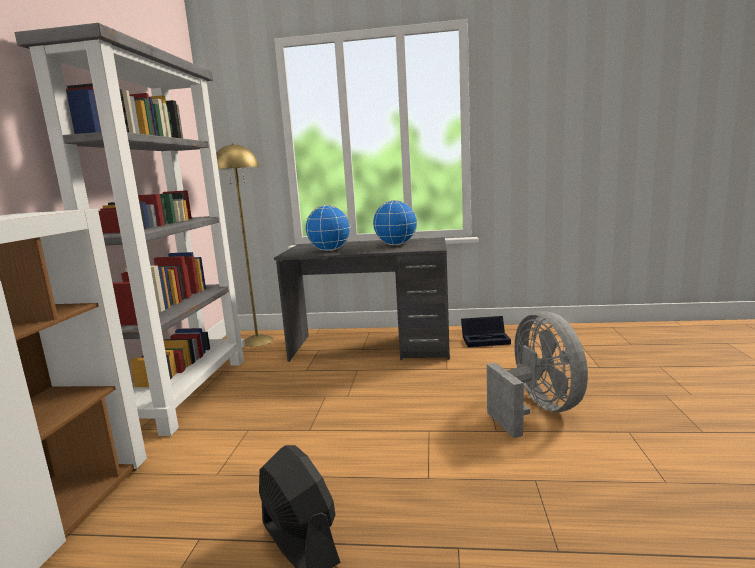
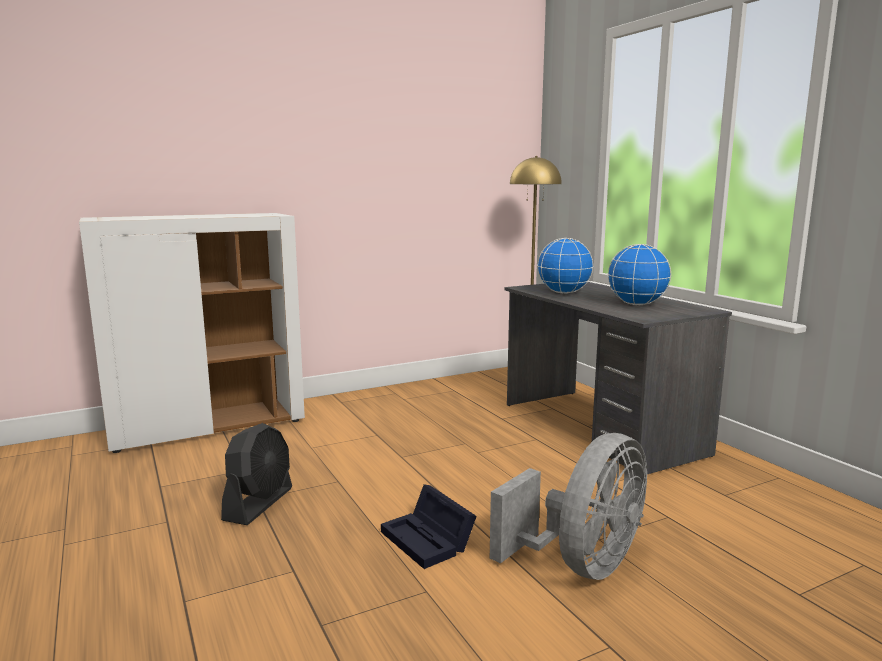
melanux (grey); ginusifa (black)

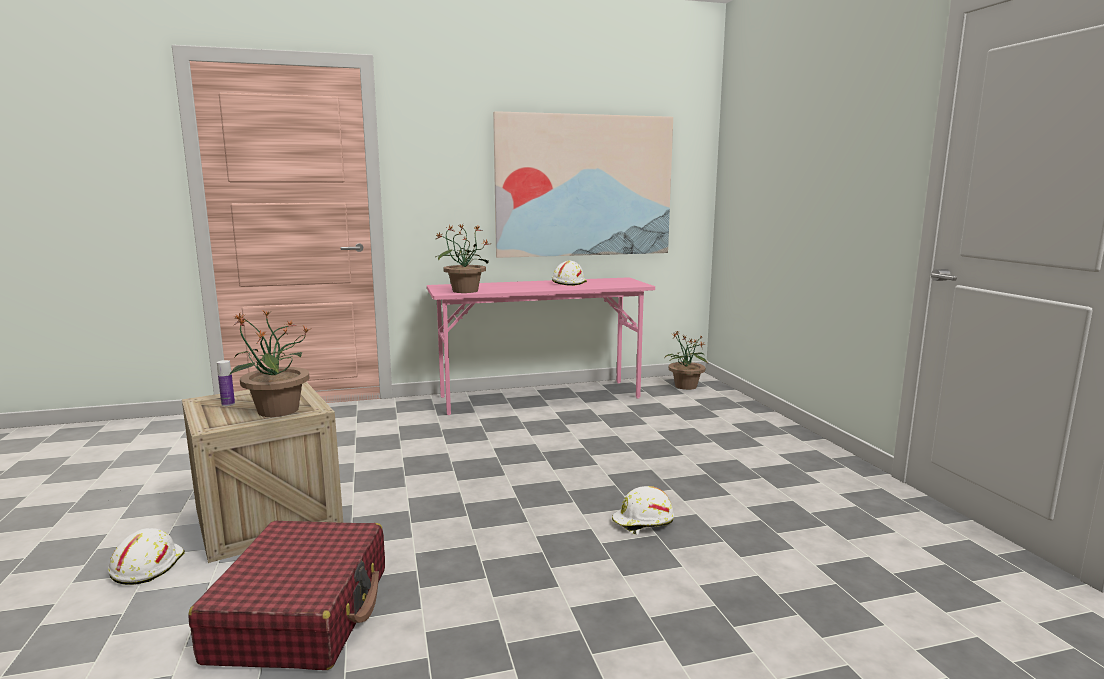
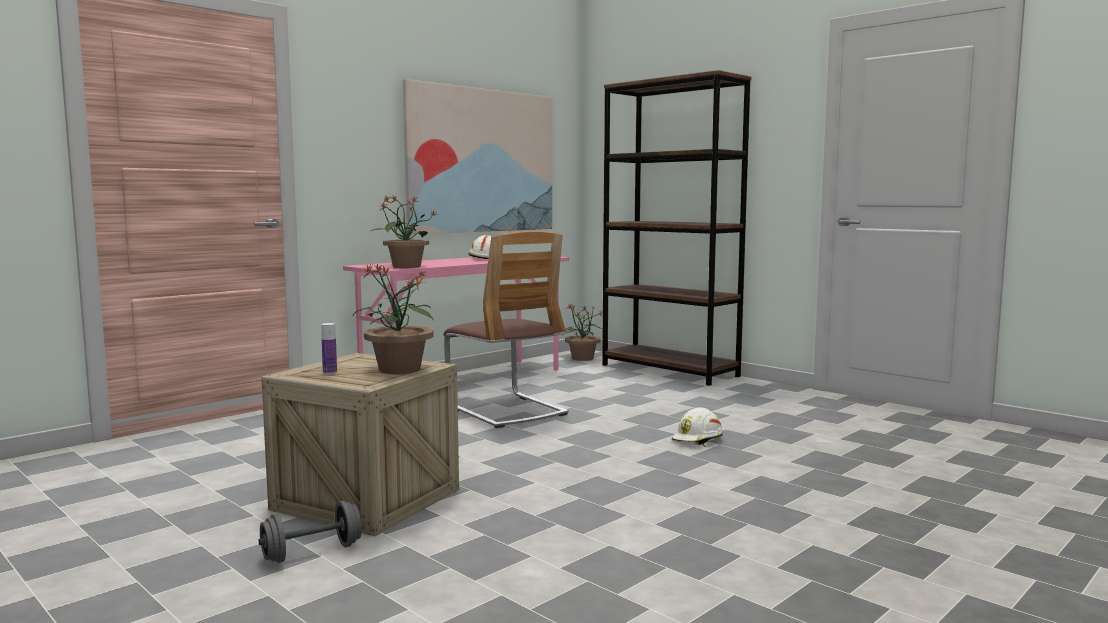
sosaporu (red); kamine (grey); melanux (brown); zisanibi

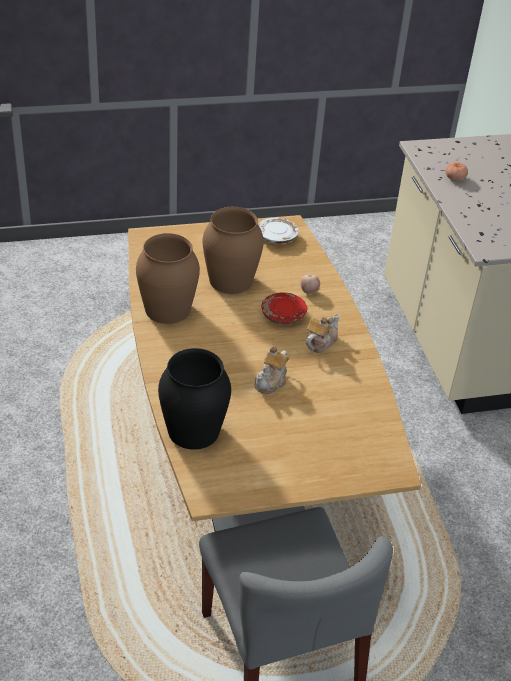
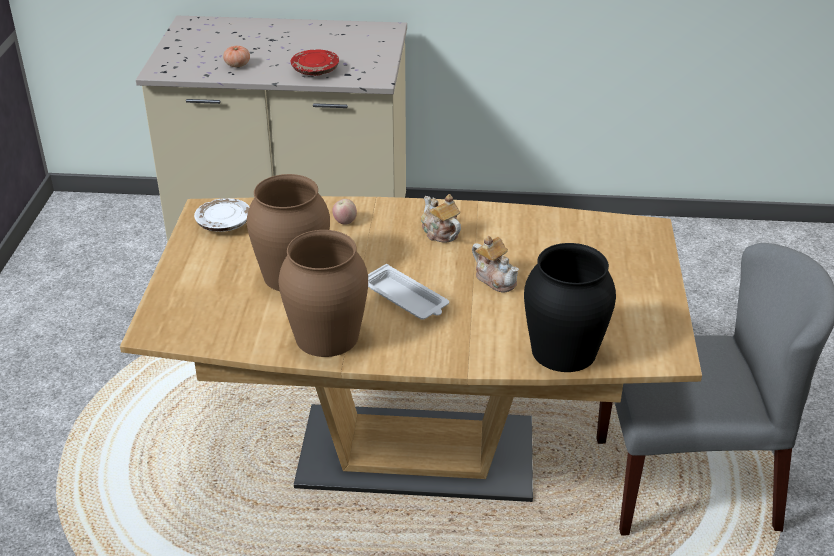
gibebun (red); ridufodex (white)

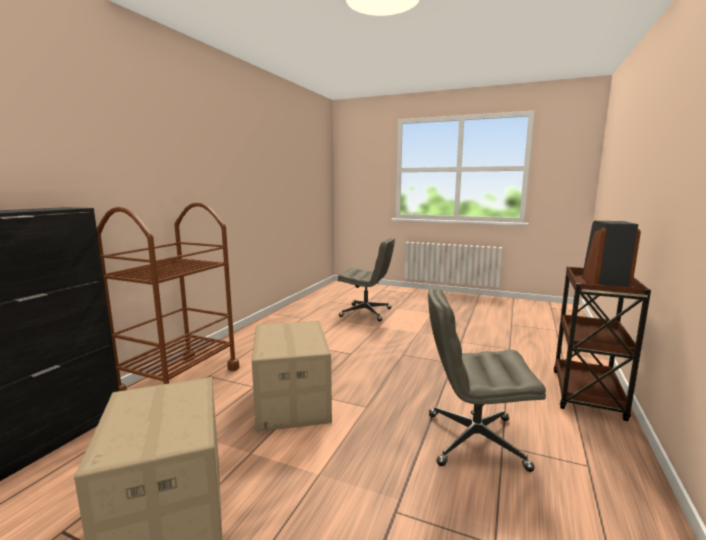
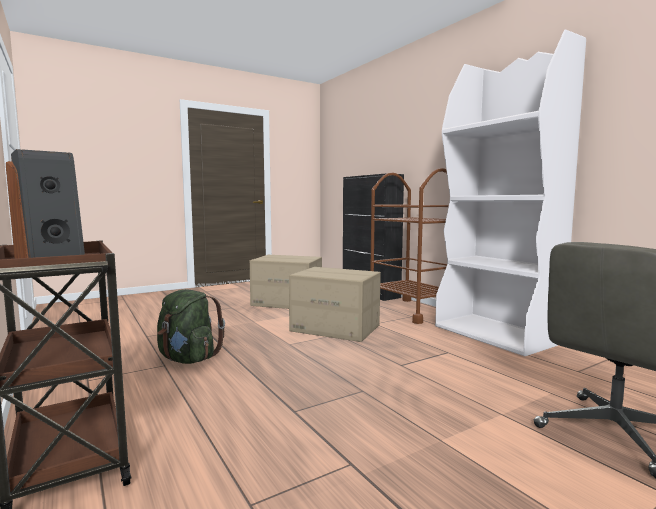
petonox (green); melanux (white)

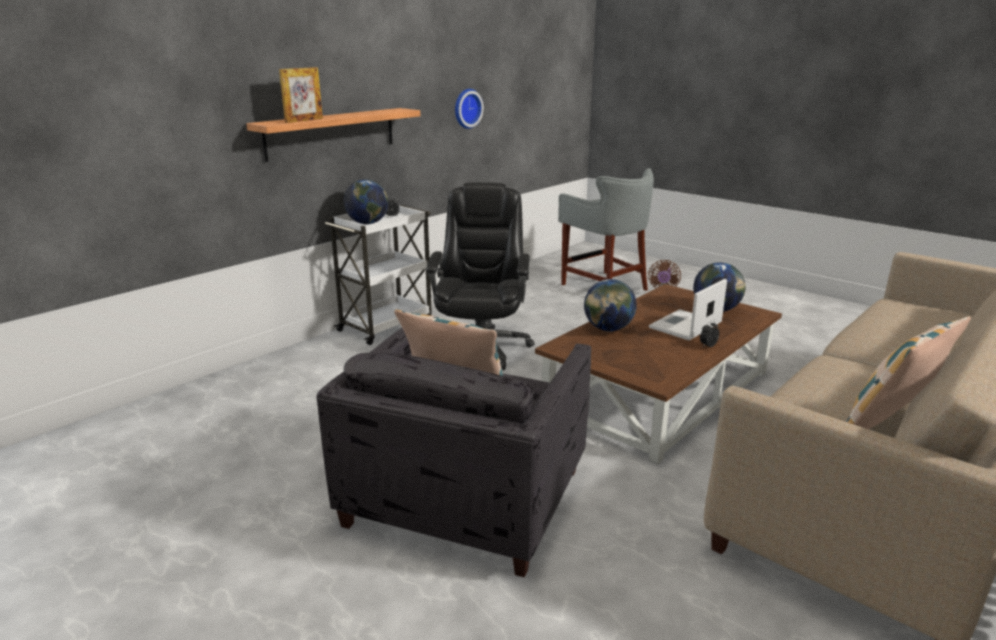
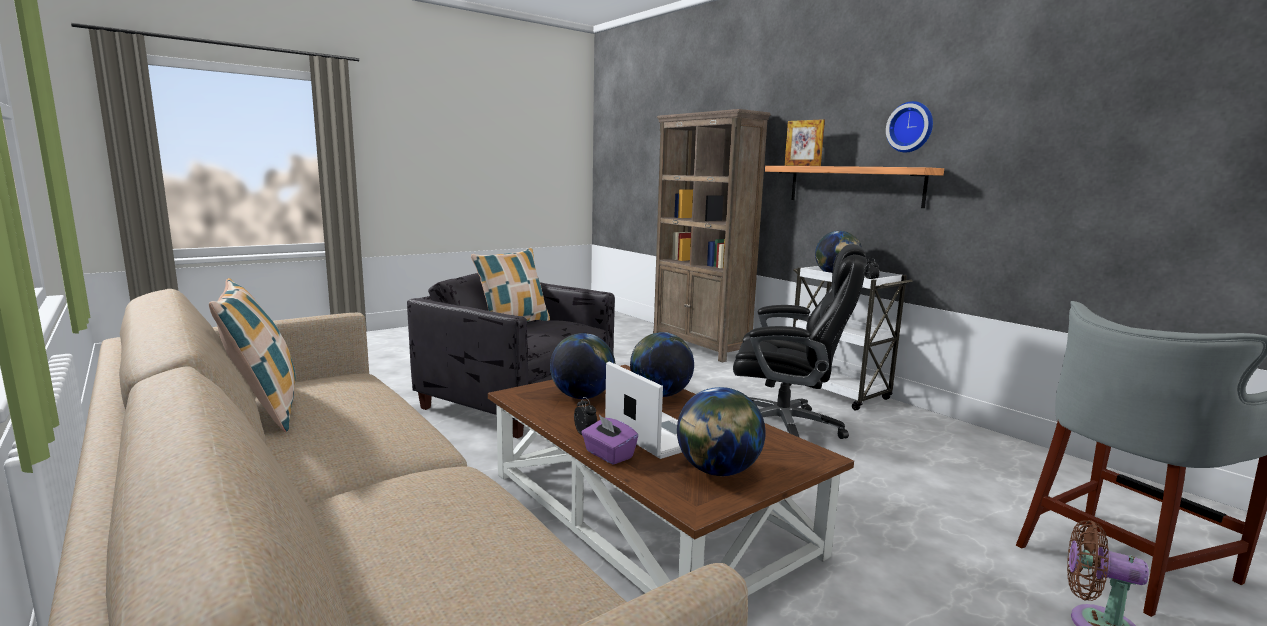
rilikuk; melanux (brown); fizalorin (1st from left); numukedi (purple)

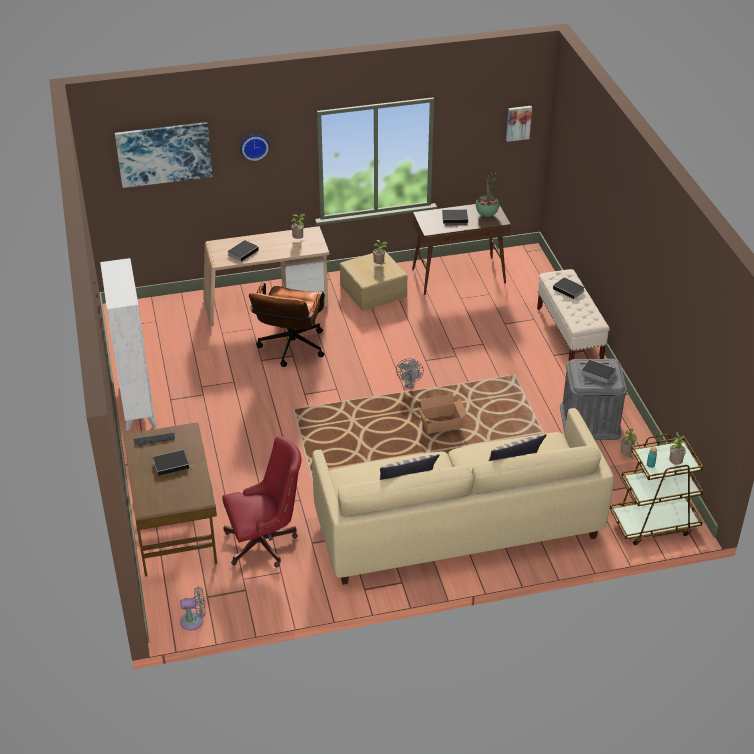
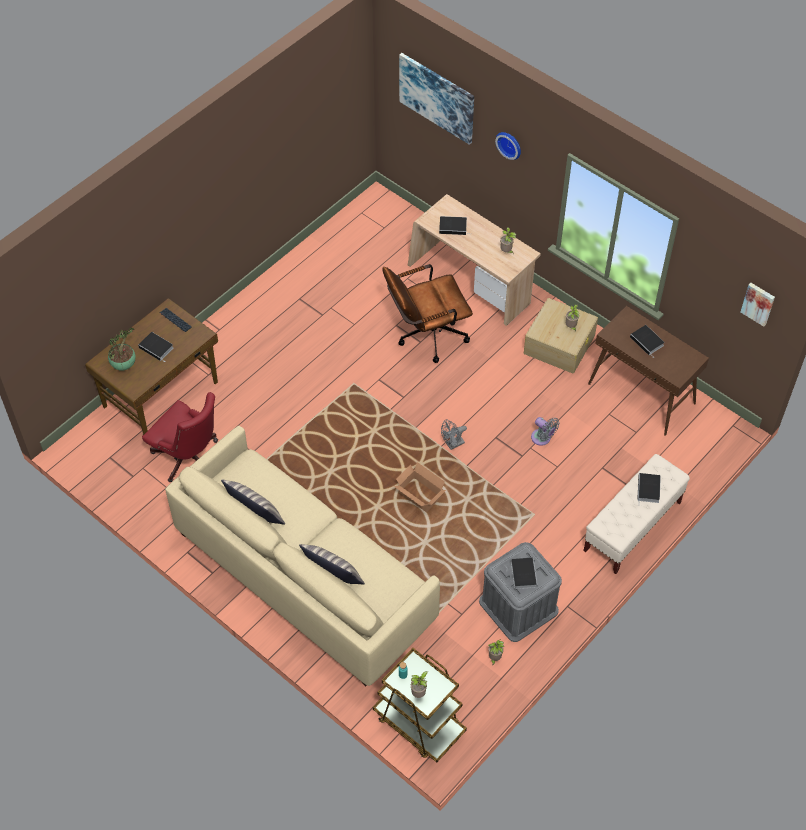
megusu (1st from left); melanux (white); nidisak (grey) (2nd from left)

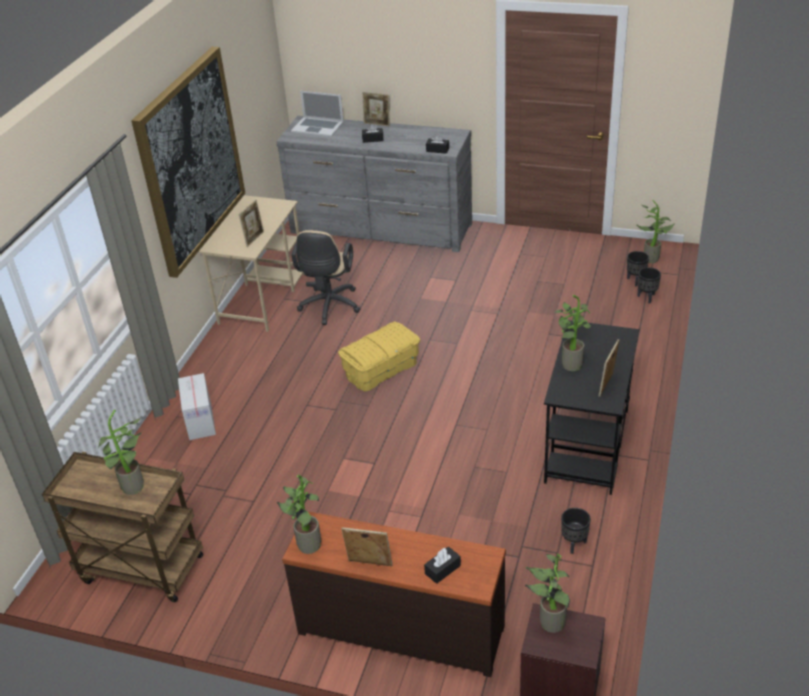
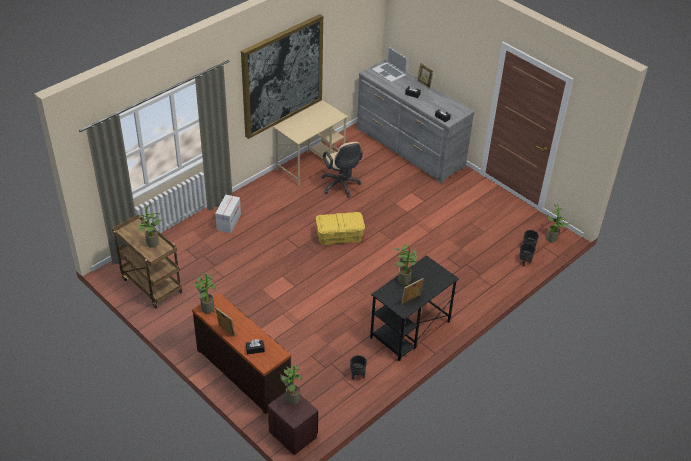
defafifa (1st from left in the first image); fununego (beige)

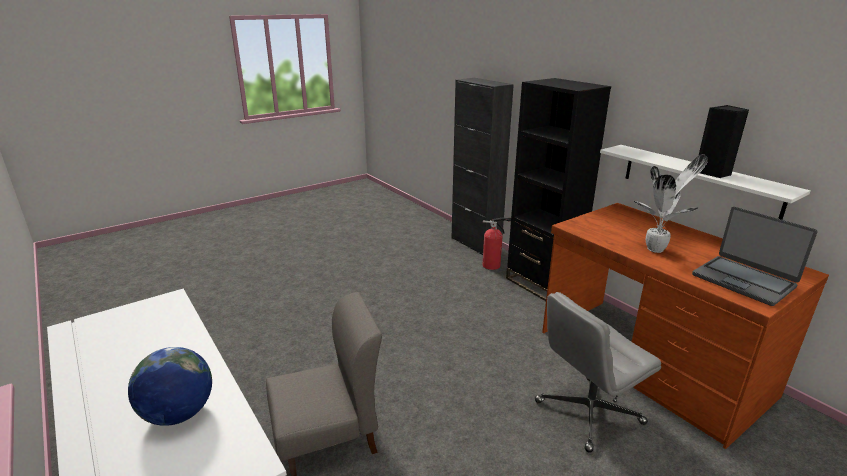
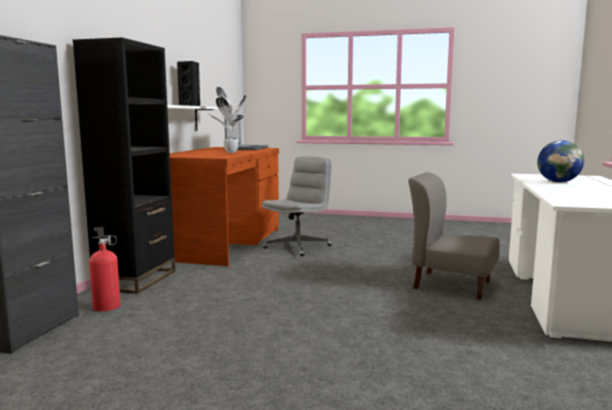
fununego (grey)

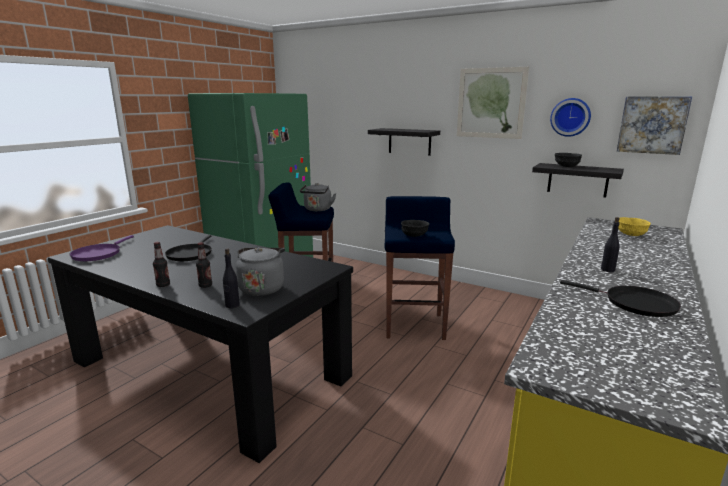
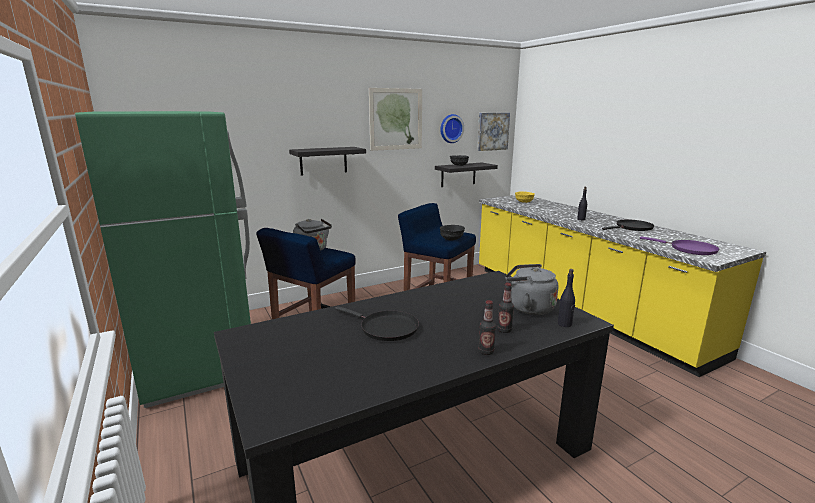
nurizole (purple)

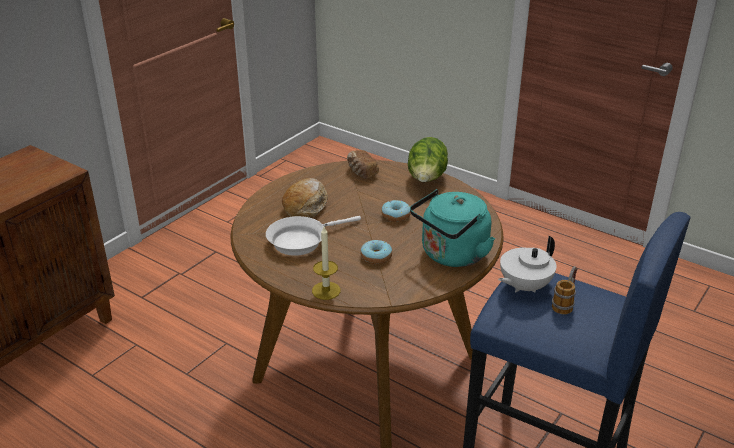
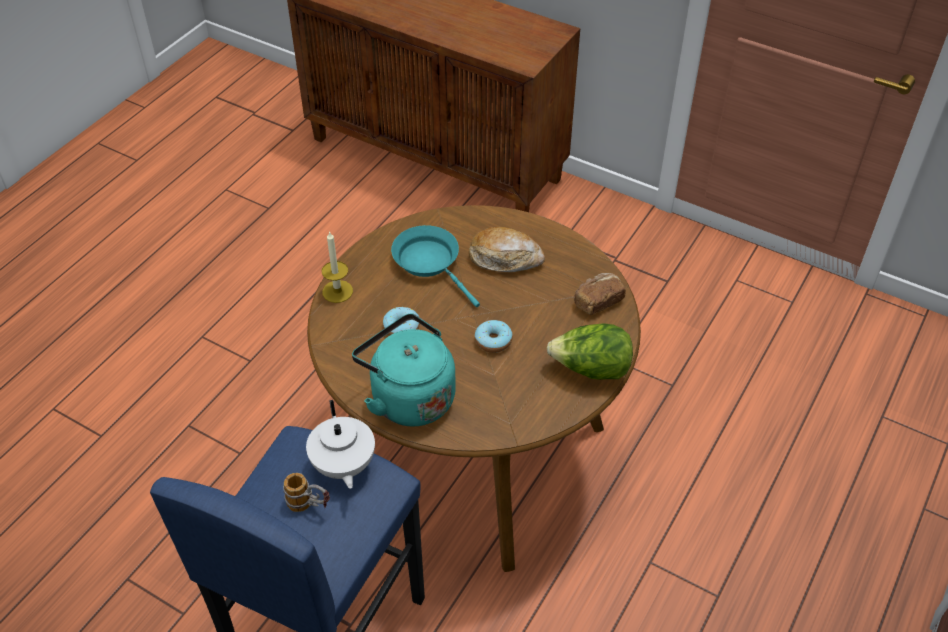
nurizole (turquoise); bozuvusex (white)

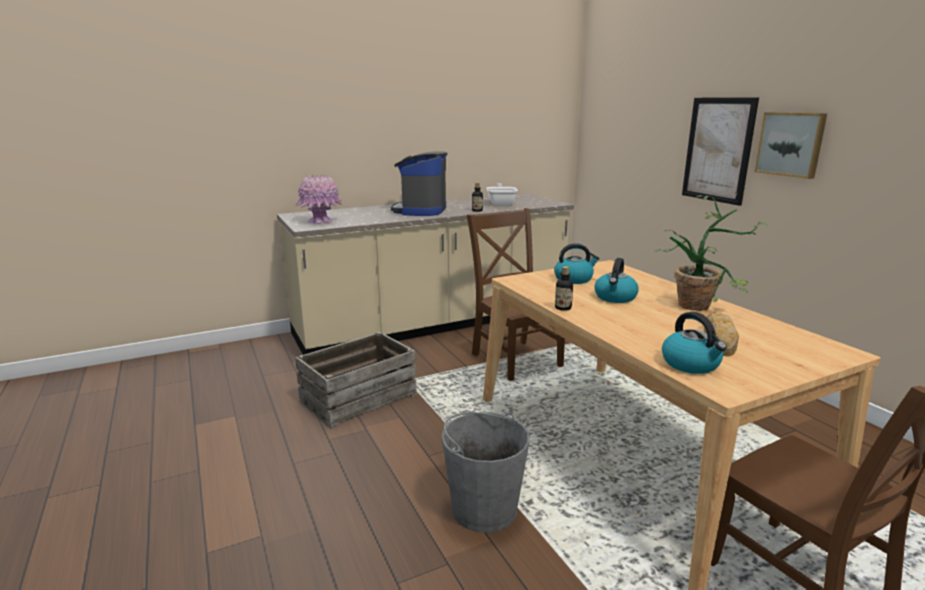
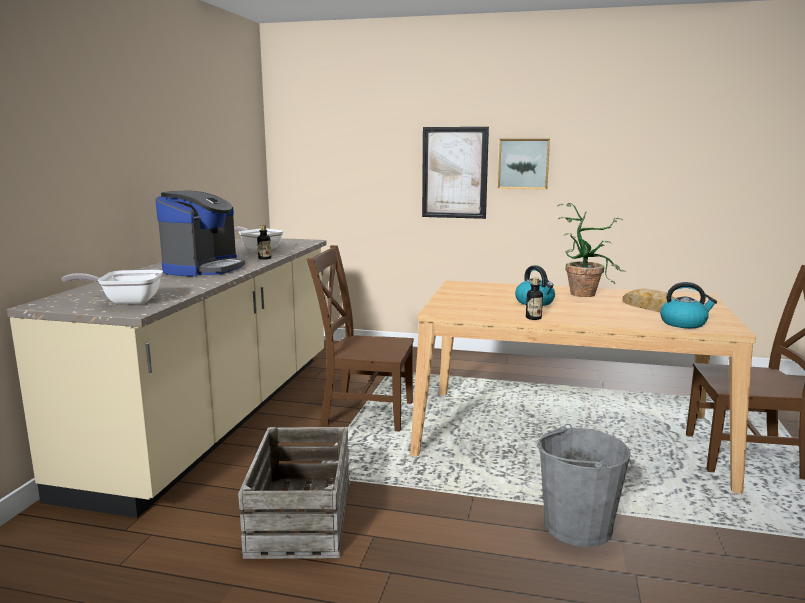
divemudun; nurizole (1st from left); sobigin (1st from left in the first image)

